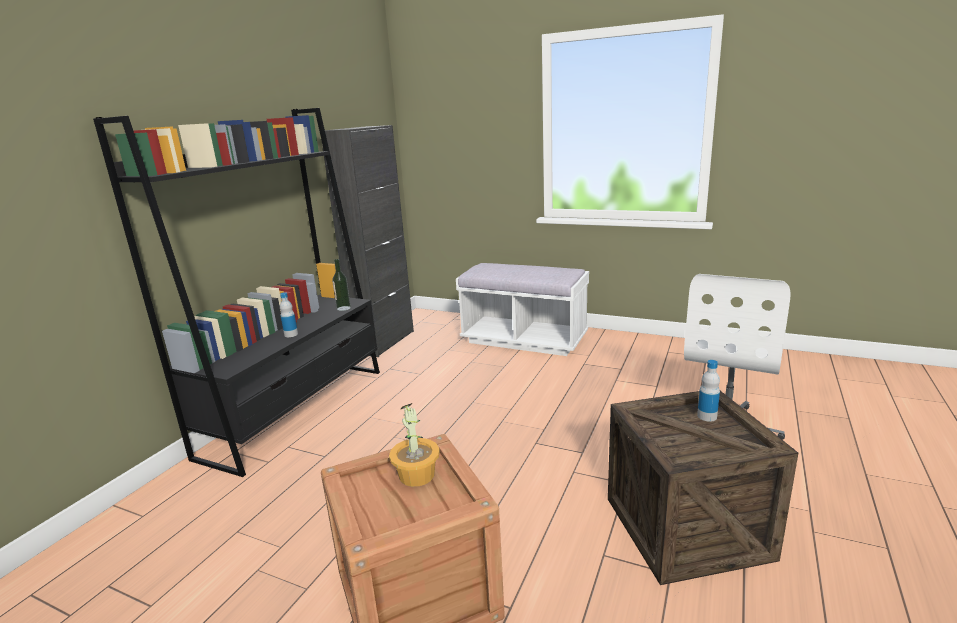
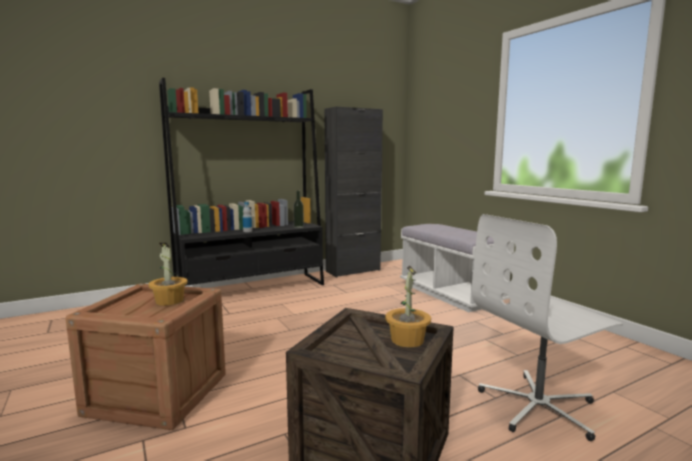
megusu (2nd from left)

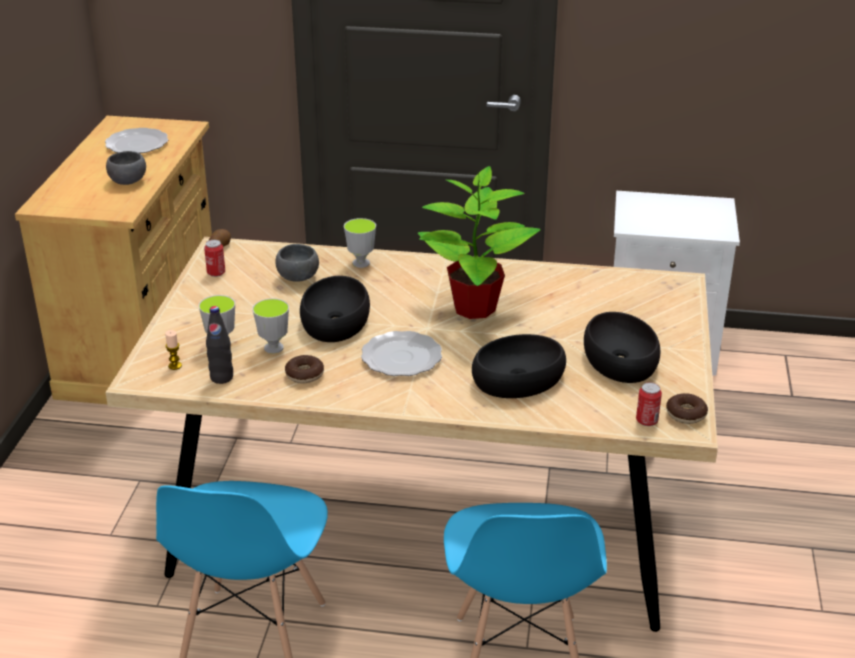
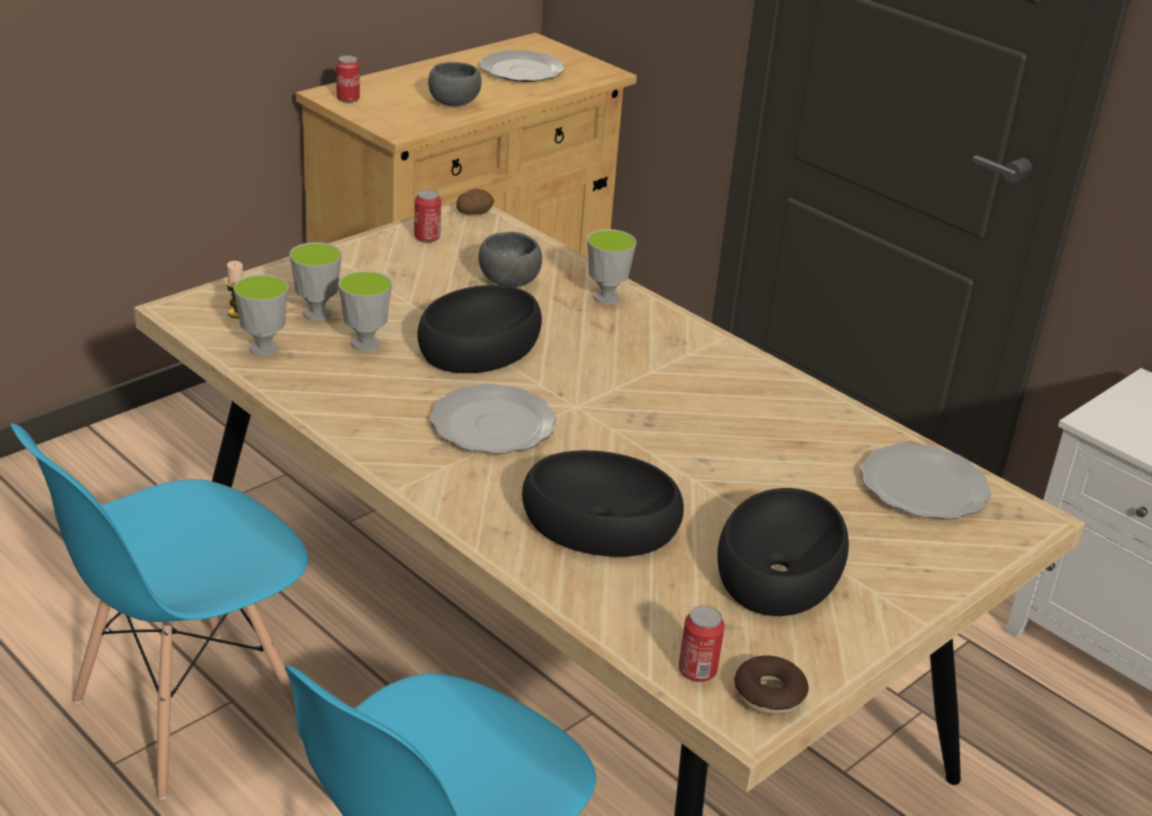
megusu; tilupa (1st from left); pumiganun (1st from left in the first image); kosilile (1st from left); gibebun (3rd from left)

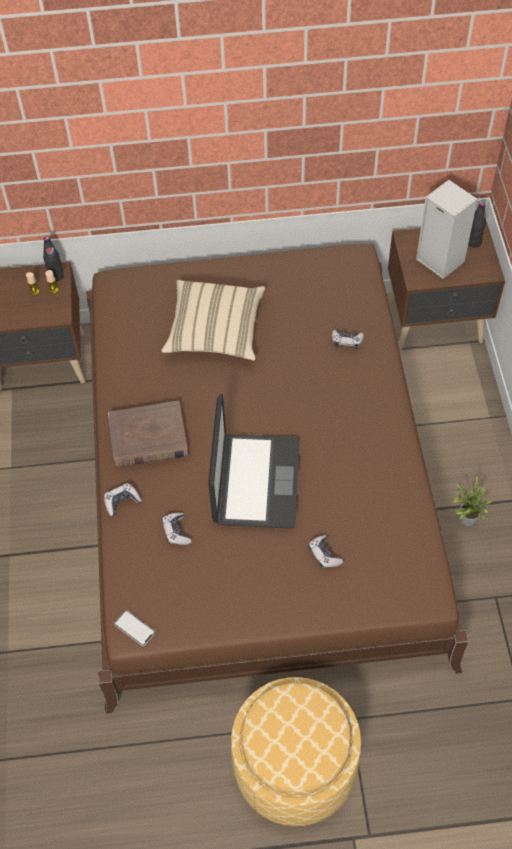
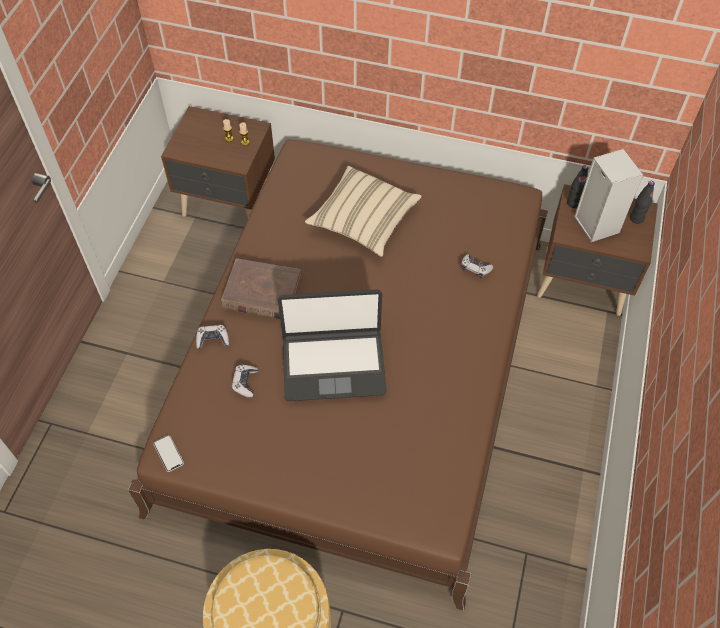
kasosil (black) (1st from left); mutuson; megusu; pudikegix (3rd from left in the first image)

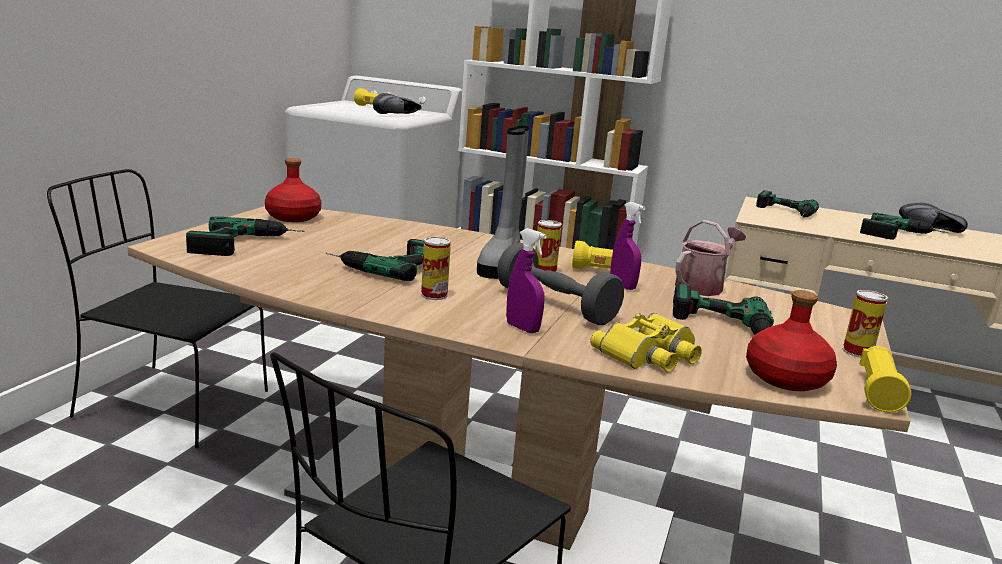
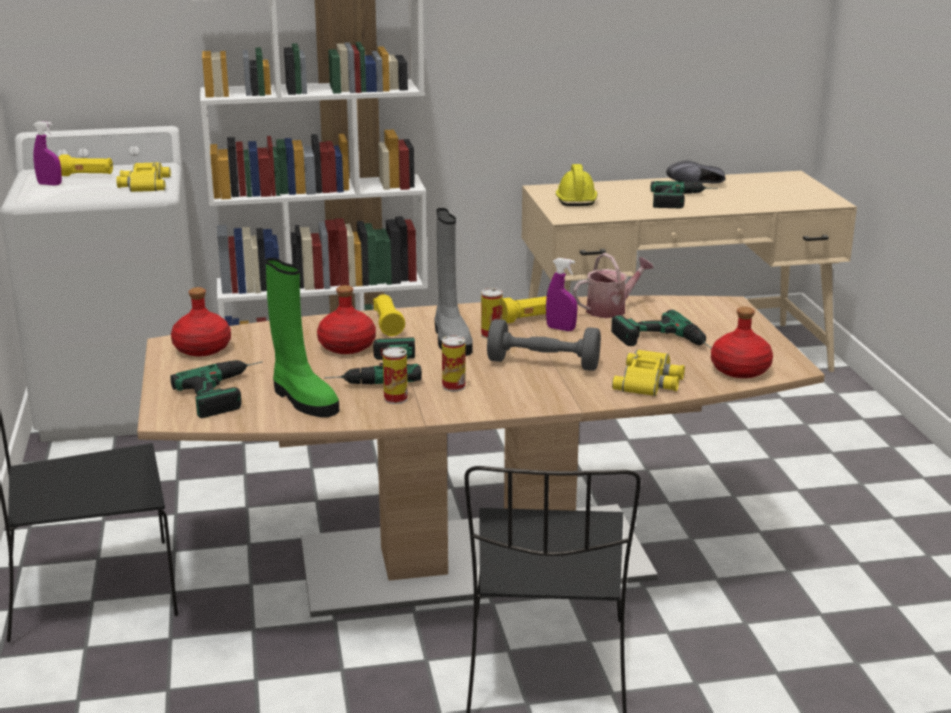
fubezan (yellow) (1st from left); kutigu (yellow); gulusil; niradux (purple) (1st from left); kosilile (1st from left); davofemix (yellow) (2nd from left); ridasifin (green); kasosil (red) (2nd from left)

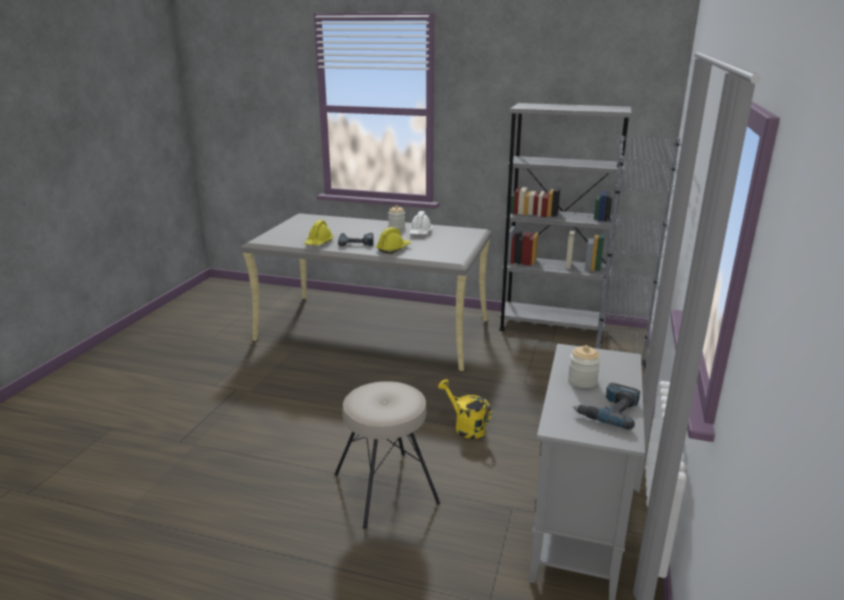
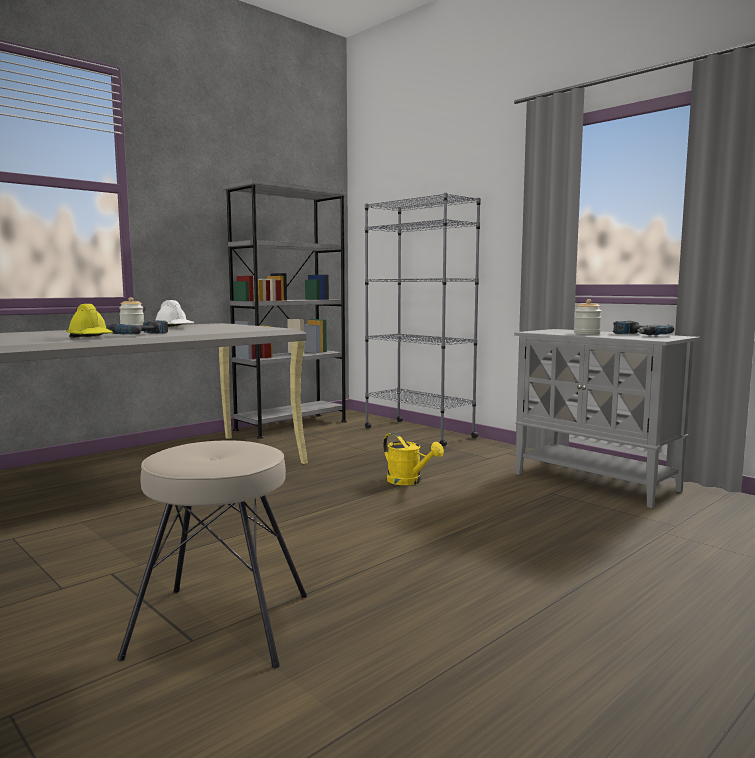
kutigu (yellow) (2nd from left in the first image); gulusil (yellow); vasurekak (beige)

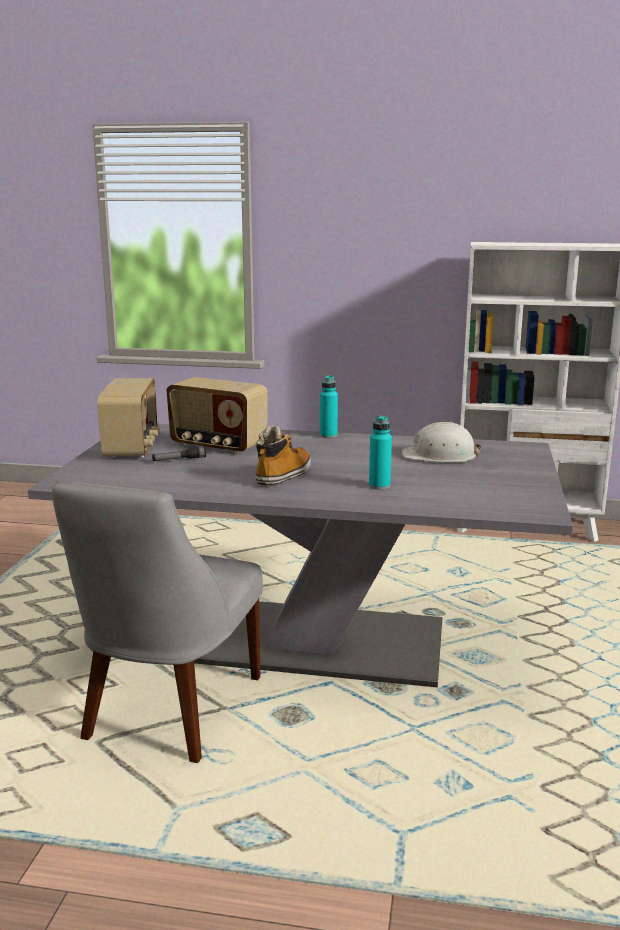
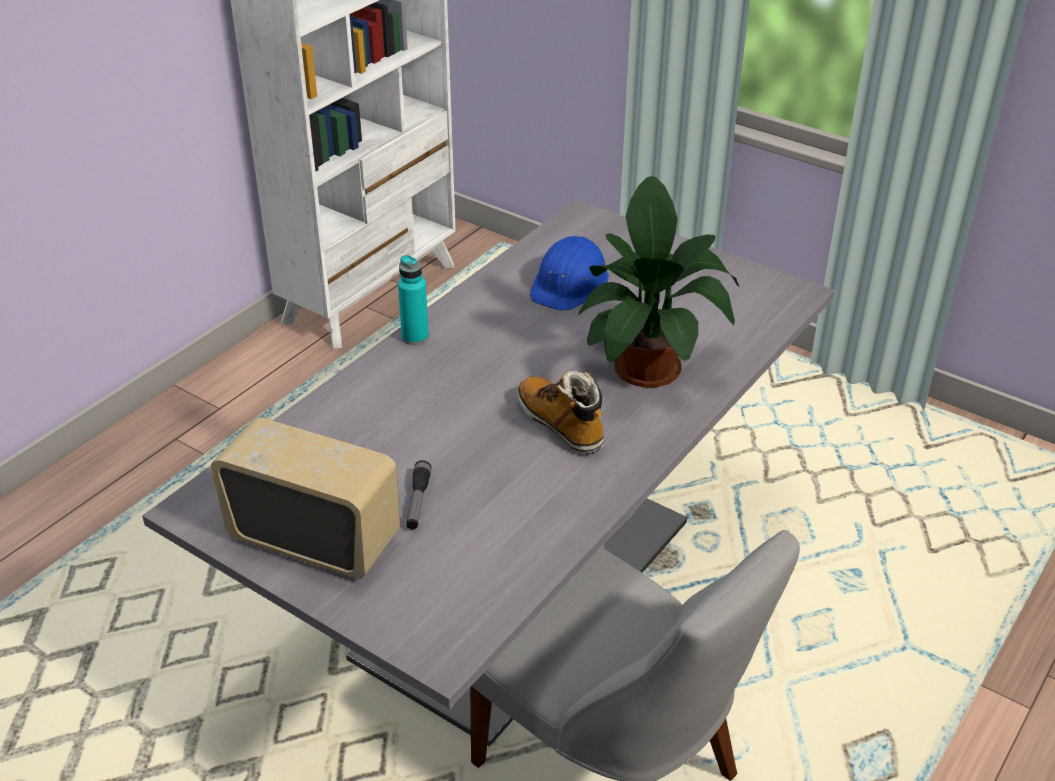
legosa (2nd from left in the first image); megusu; kutigu (blue)

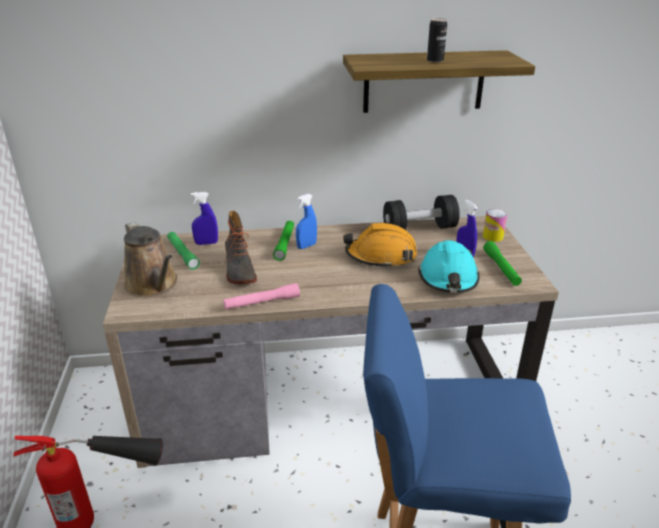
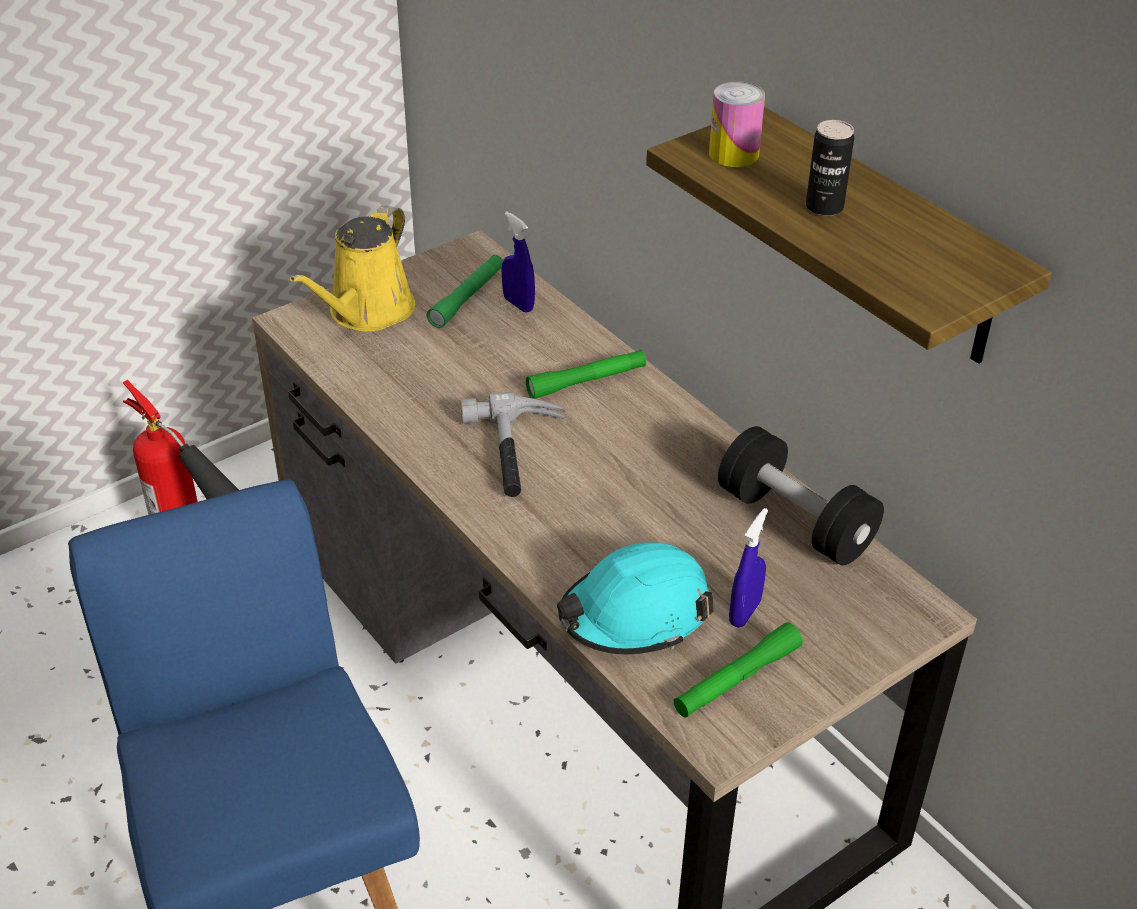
niradux (blue) (2nd from left in the first image); kosilile (1st from left); ridasifin; gulusil (yellow); kutigu (orange); davofemix (pink); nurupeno

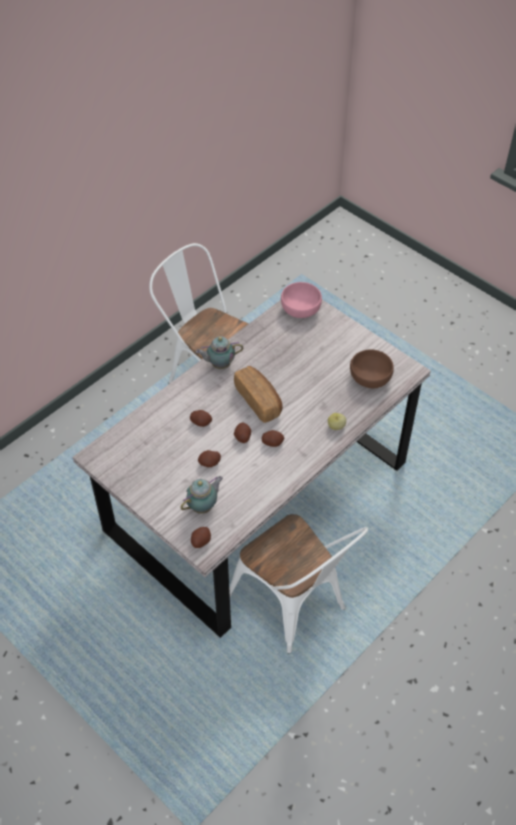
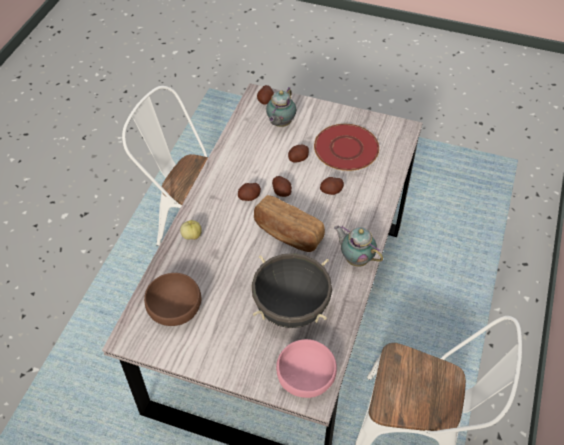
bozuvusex (2nd from left); gibebun (red); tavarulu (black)

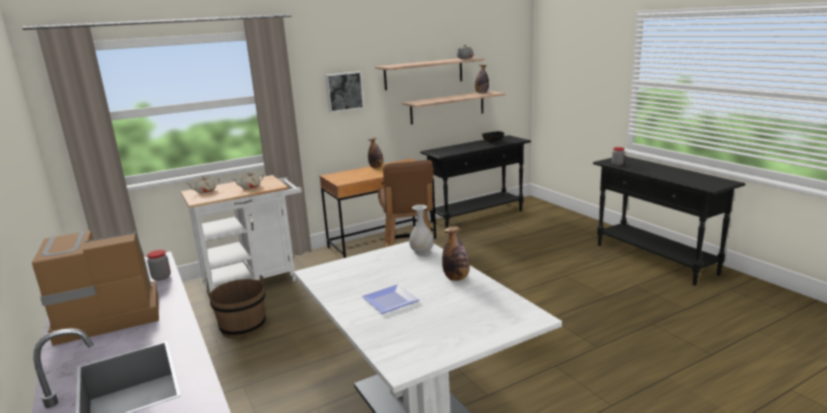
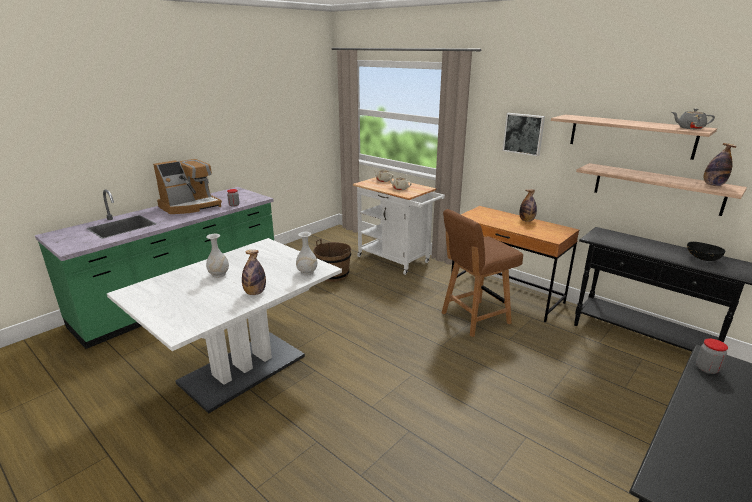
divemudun; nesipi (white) (1st from left)

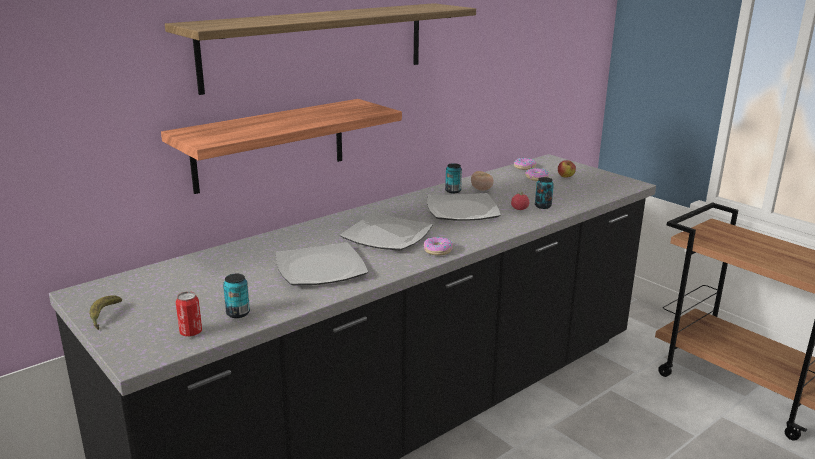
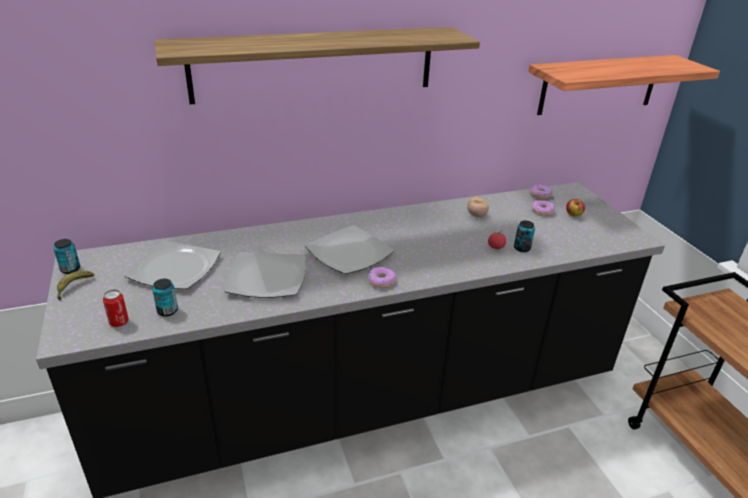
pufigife (2nd from left); kosilile (1st from left); gibebun (1st from left)

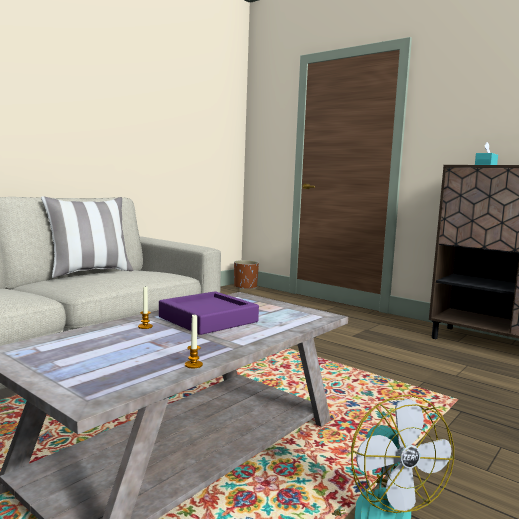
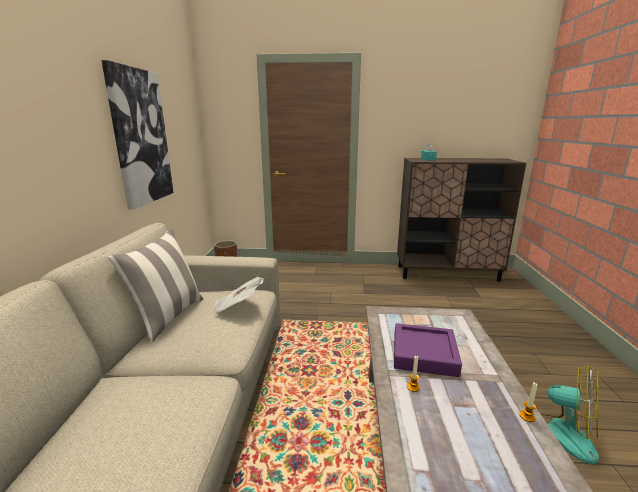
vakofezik; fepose

